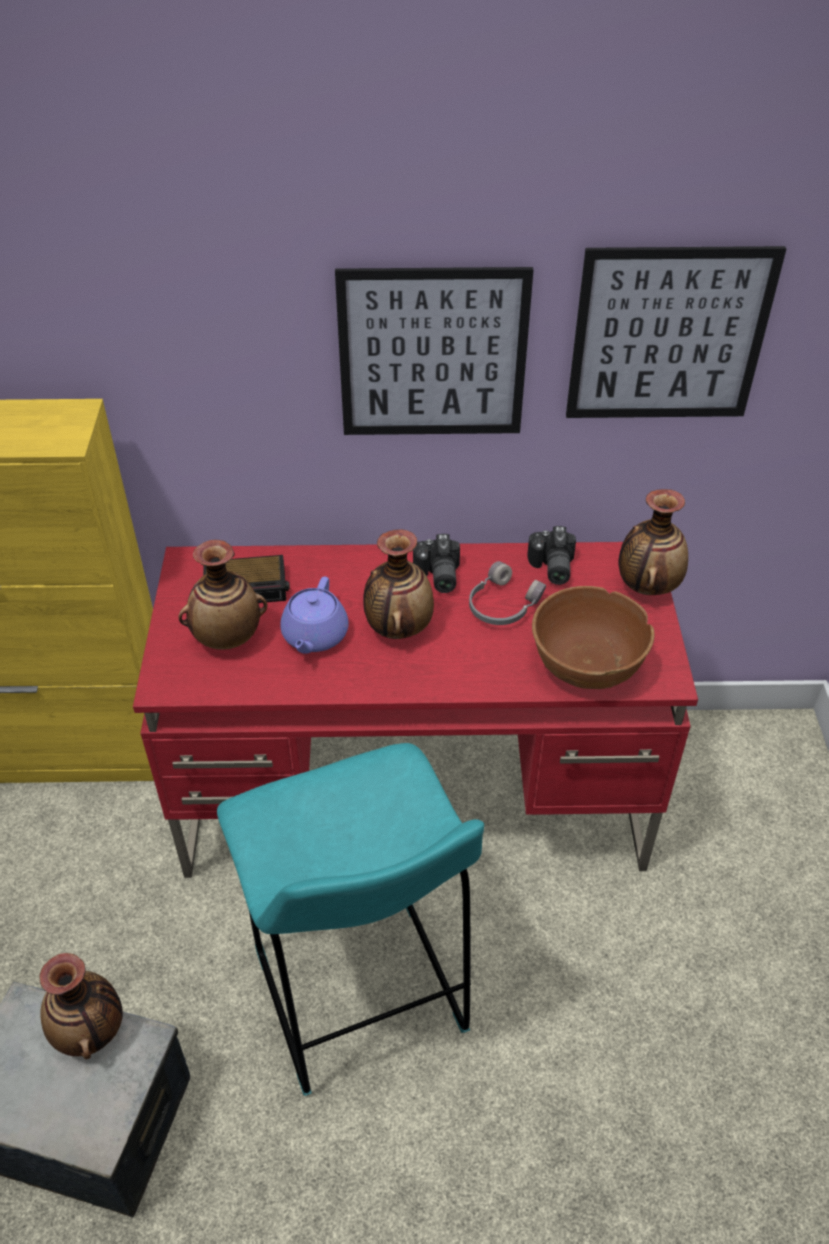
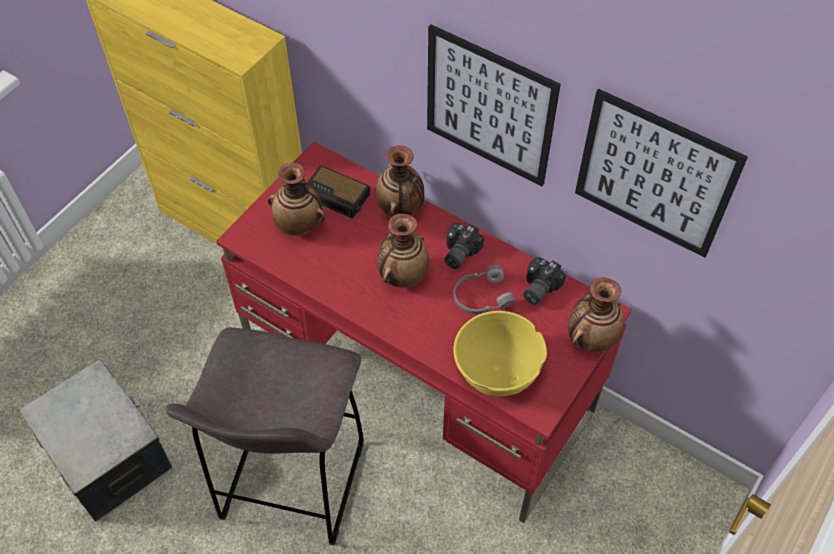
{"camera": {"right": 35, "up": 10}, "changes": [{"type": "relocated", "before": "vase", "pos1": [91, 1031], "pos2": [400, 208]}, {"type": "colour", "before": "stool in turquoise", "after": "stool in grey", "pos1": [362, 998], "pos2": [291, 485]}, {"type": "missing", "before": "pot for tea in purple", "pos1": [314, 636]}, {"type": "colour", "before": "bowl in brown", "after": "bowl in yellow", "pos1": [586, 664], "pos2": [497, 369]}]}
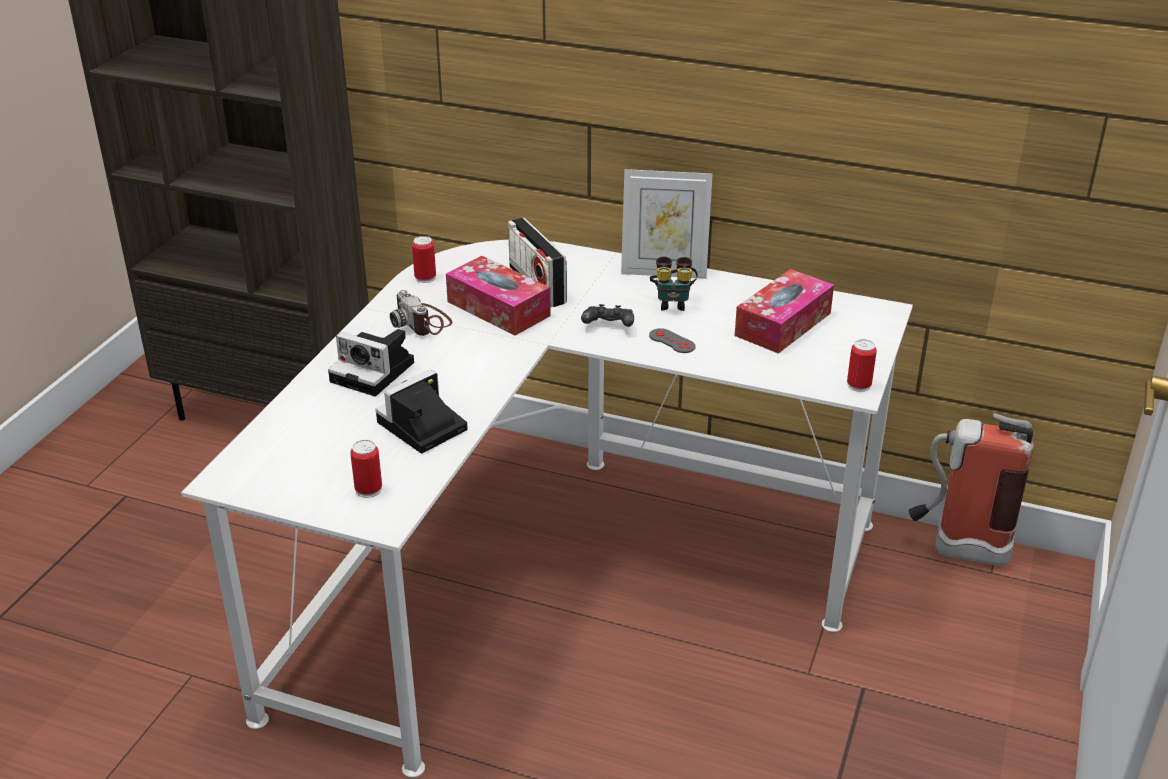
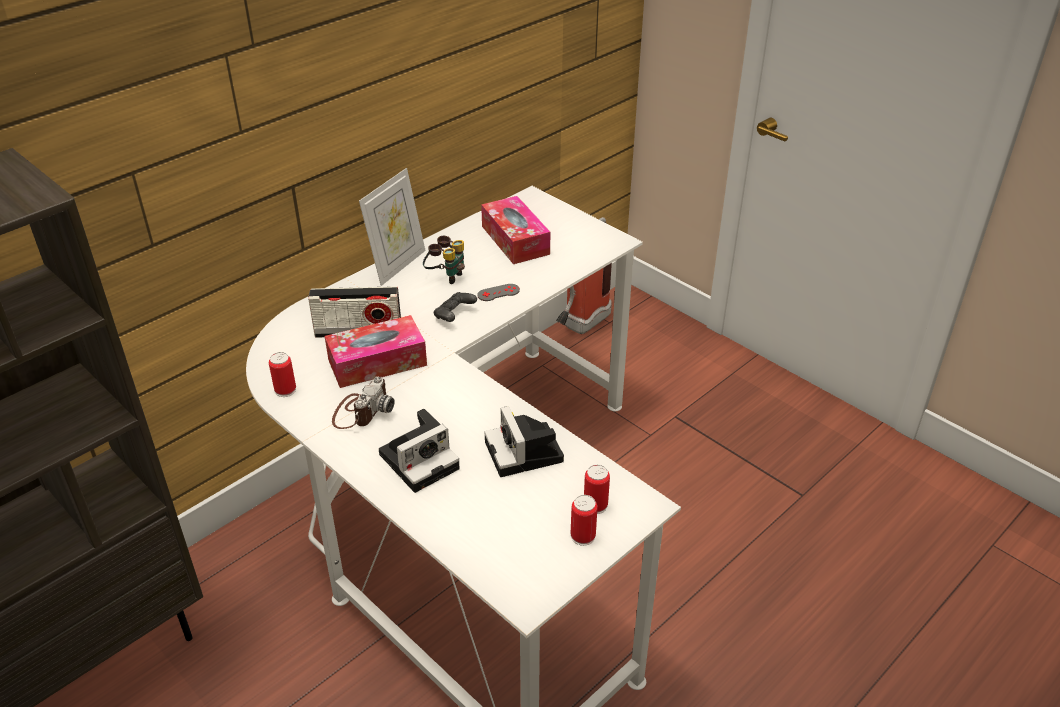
{"camera": {"right": -65, "up": 5}, "changes": [{"type": "spun", "before": "photo camera", "pos1": [423, 322], "pos2": [361, 411], "turn": -60}, {"type": "relocated", "before": "sealed can", "pos1": [859, 385], "pos2": [583, 536]}]}
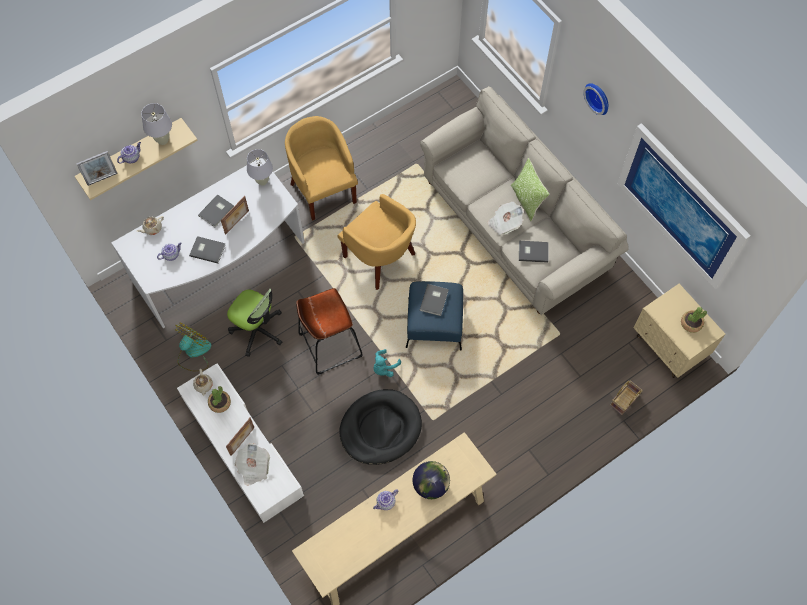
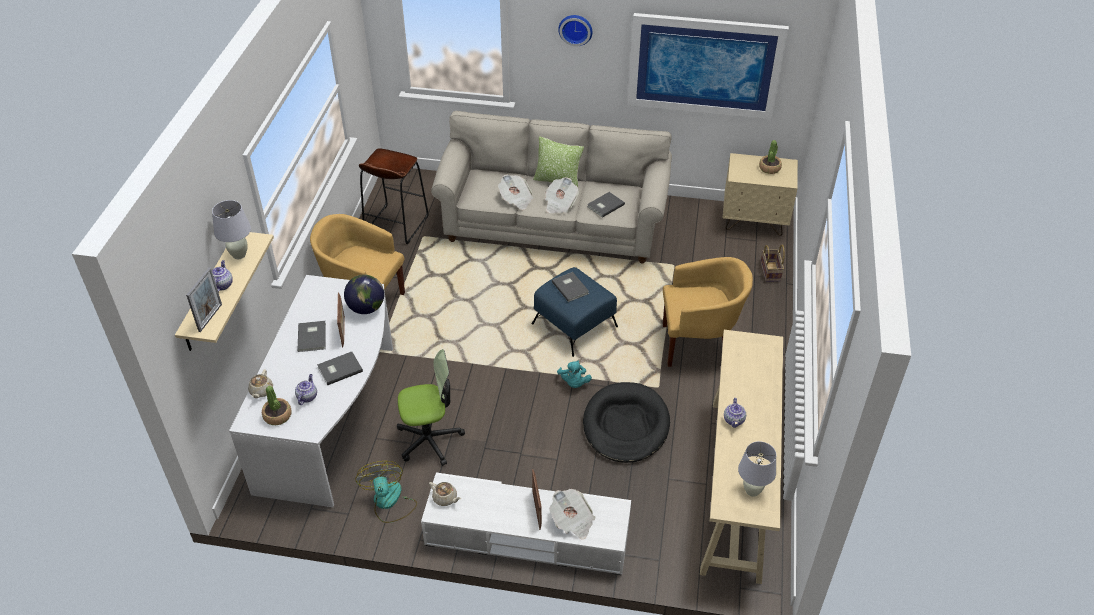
{"camera": {"right": -45, "up": -20}, "changes": [{"type": "relocated", "before": "houseplant", "pos1": [220, 403], "pos2": [277, 415]}, {"type": "relocated", "before": "tabletop lamp in white", "pos1": [262, 181], "pos2": [752, 491]}, {"type": "relocated", "before": "stool in brown", "pos1": [330, 345], "pos2": [396, 224]}, {"type": "relocated", "before": "lounge chair in yellow", "pos1": [380, 259], "pos2": [698, 345]}, {"type": "relocated", "before": "world globe", "pos1": [431, 485], "pos2": [366, 308]}, {"type": "appeared", "after": "newspaper", "pos2": [516, 199]}]}
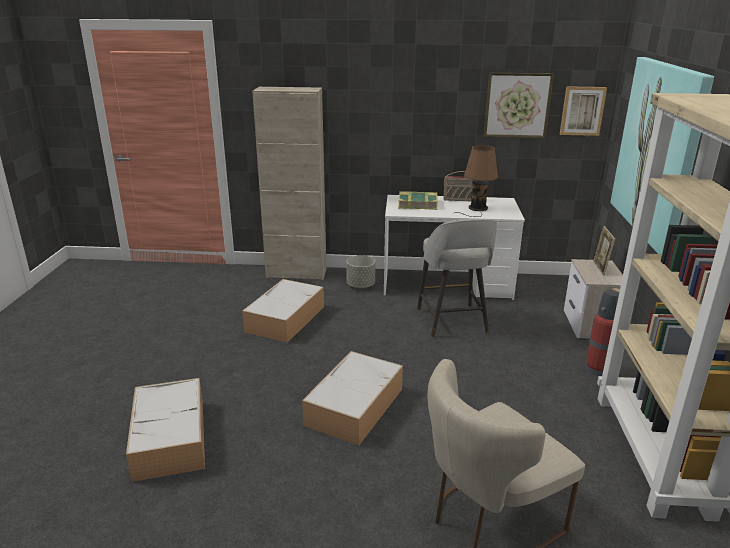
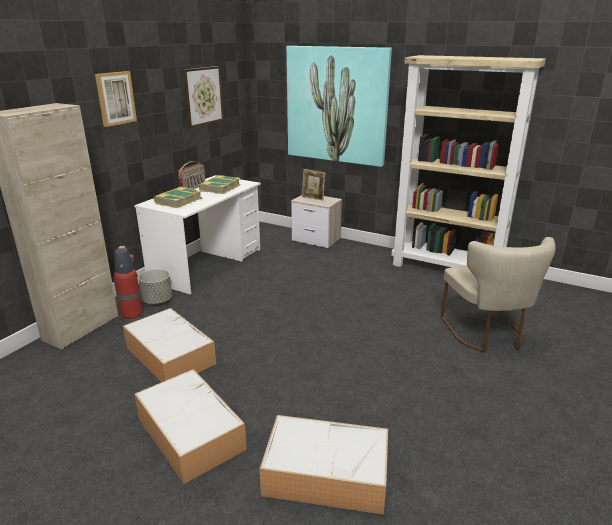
{"camera": {"right": -65, "up": 0}, "changes": [{"type": "relocated", "before": "storage bin", "pos1": [355, 405], "pos2": [189, 432]}, {"type": "missing", "before": "stool in grey", "pos1": [452, 322]}, {"type": "exchanged", "before": "tabletop lamp in brown", "after": "volume", "pos1": [477, 209], "pos2": [220, 188]}, {"type": "relocated", "before": "wall art", "pos1": [582, 111], "pos2": [115, 98]}, {"type": "relocated", "before": "fire extinguisher", "pos1": [598, 368], "pos2": [133, 317]}]}
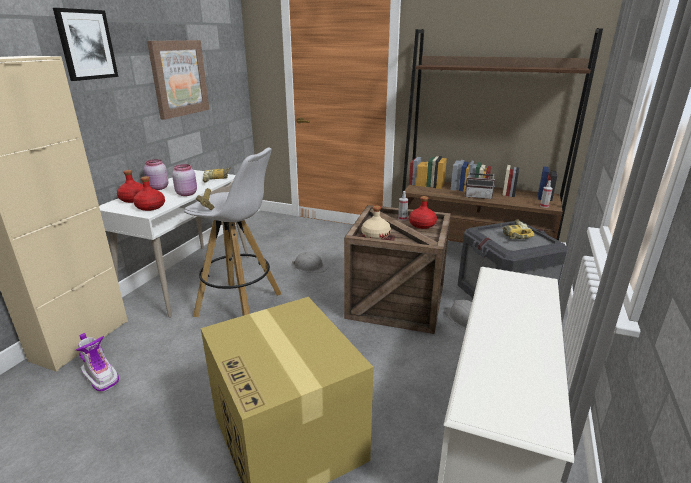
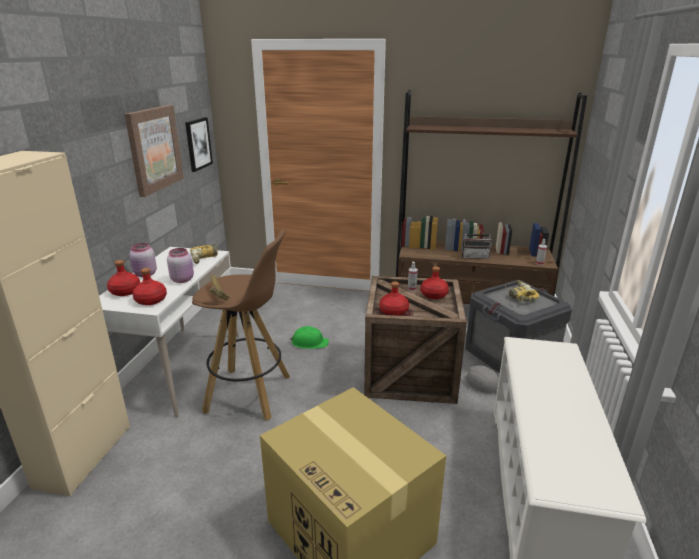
{"camera": {"right": -10, "up": 0}, "changes": [{"type": "relocated", "before": "wall art", "pos1": [86, 45], "pos2": [198, 144]}, {"type": "missing", "before": "tall boot", "pos1": [101, 377]}, {"type": "colour", "before": "stool in white", "after": "stool in brown", "pos1": [241, 305], "pos2": [250, 394]}, {"type": "colour", "before": "hard hat in grey", "after": "hard hat in greenish", "pos1": [310, 267], "pos2": [309, 342]}, {"type": "colour", "before": "bottle in beige", "after": "bottle in red", "pos1": [375, 236], "pos2": [393, 311]}]}
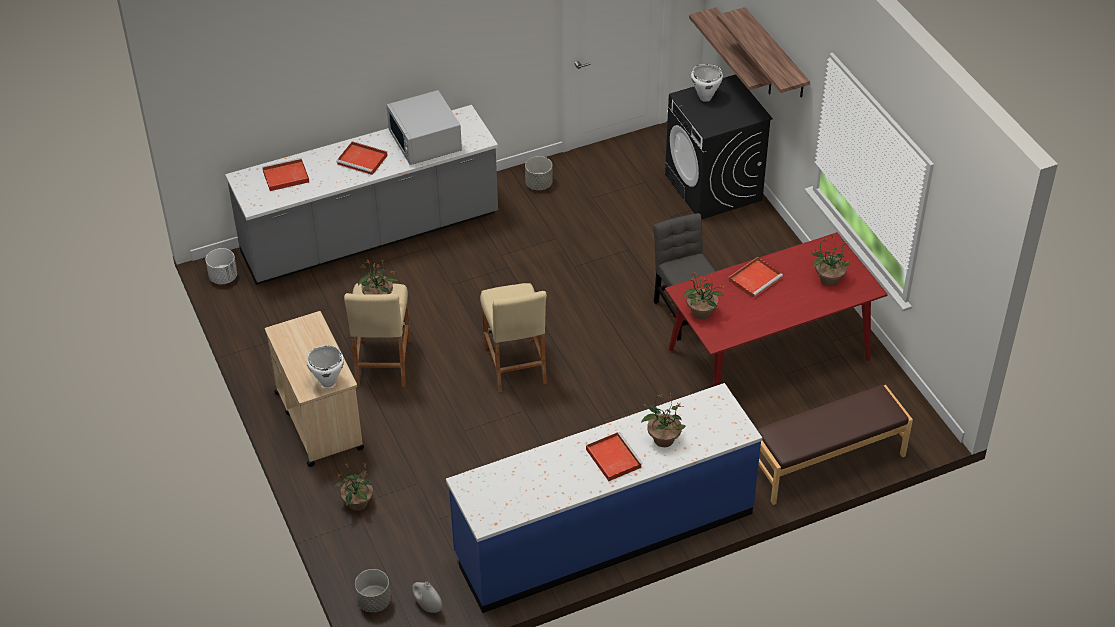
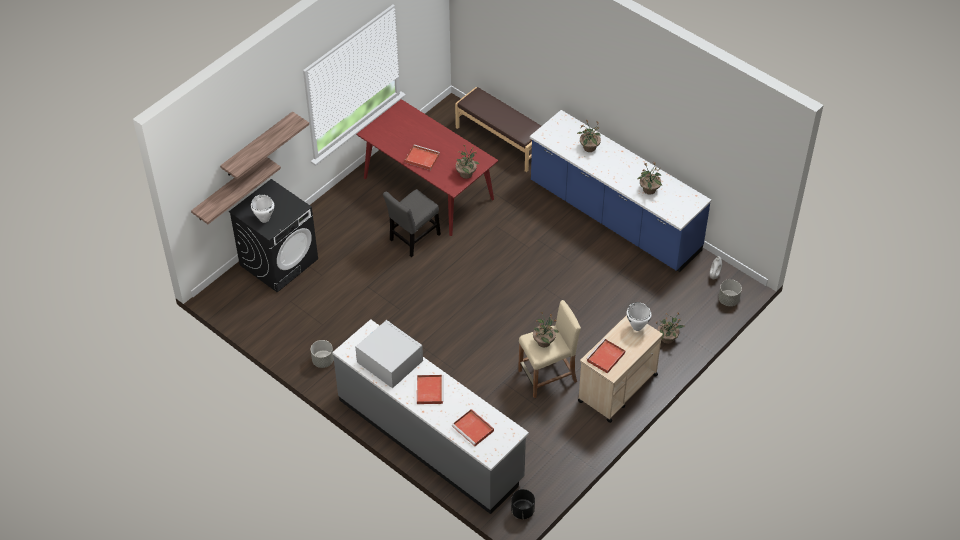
{"camera": {"right": -115, "up": 5}, "changes": [{"type": "colour", "before": "planter in white", "after": "planter in blackish", "pos1": [223, 277], "pos2": [522, 511]}, {"type": "spun", "before": "microwave in white", "pos1": [425, 141], "pos2": [389, 362], "turn": -90}, {"type": "missing", "before": "stool in beige", "pos1": [515, 364]}, {"type": "relocated", "before": "carrying tray in red", "pos1": [612, 457], "pos2": [605, 357]}, {"type": "relocated", "before": "houseplant", "pos1": [828, 279], "pos2": [649, 190]}]}
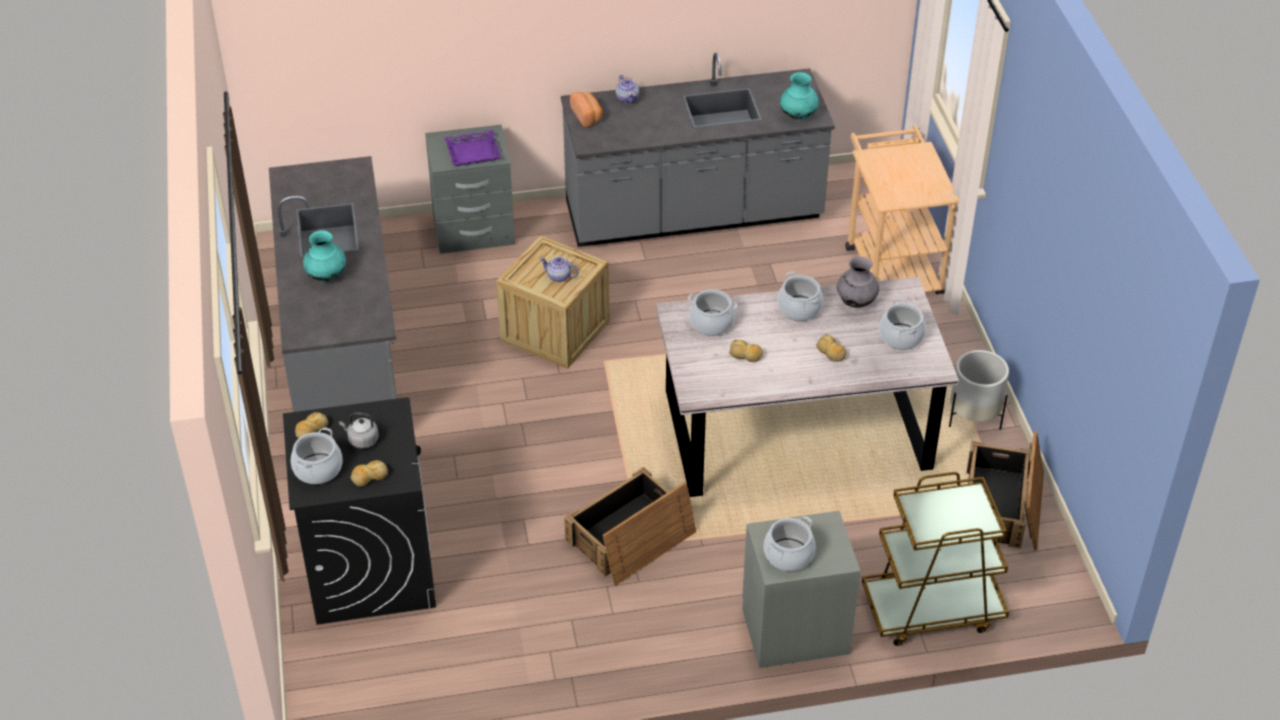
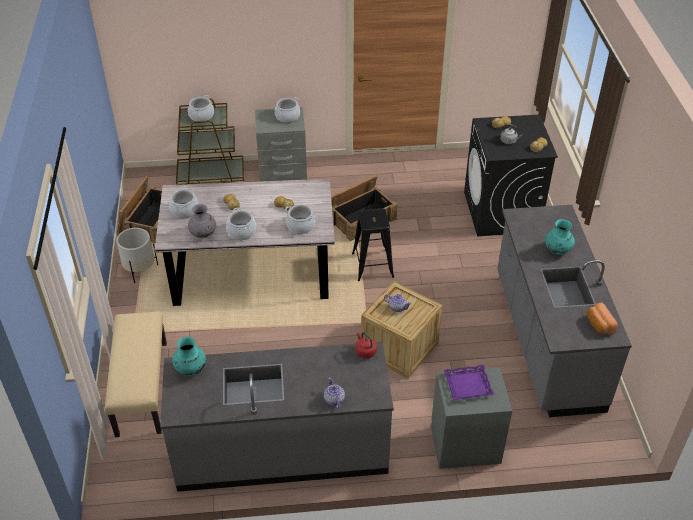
{"camera": {"right": -175, "up": 0}, "changes": [{"type": "relocated", "before": "cooking pot", "pos1": [318, 469], "pos2": [201, 116]}, {"type": "relocated", "before": "baked bread", "pos1": [587, 116], "pos2": [598, 325]}, {"type": "exchanged", "before": "cart in beige", "after": "indoor bench in beige", "pos1": [890, 264], "pos2": [141, 388]}, {"type": "appeared", "after": "stool in blackish", "pos2": [372, 265]}, {"type": "appeared", "after": "tea kettle in red", "pos2": [365, 351]}]}
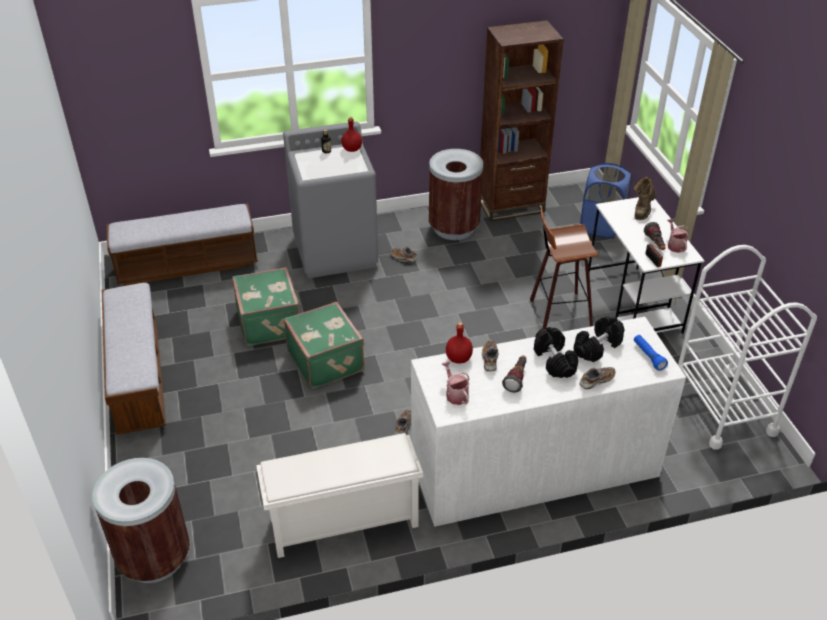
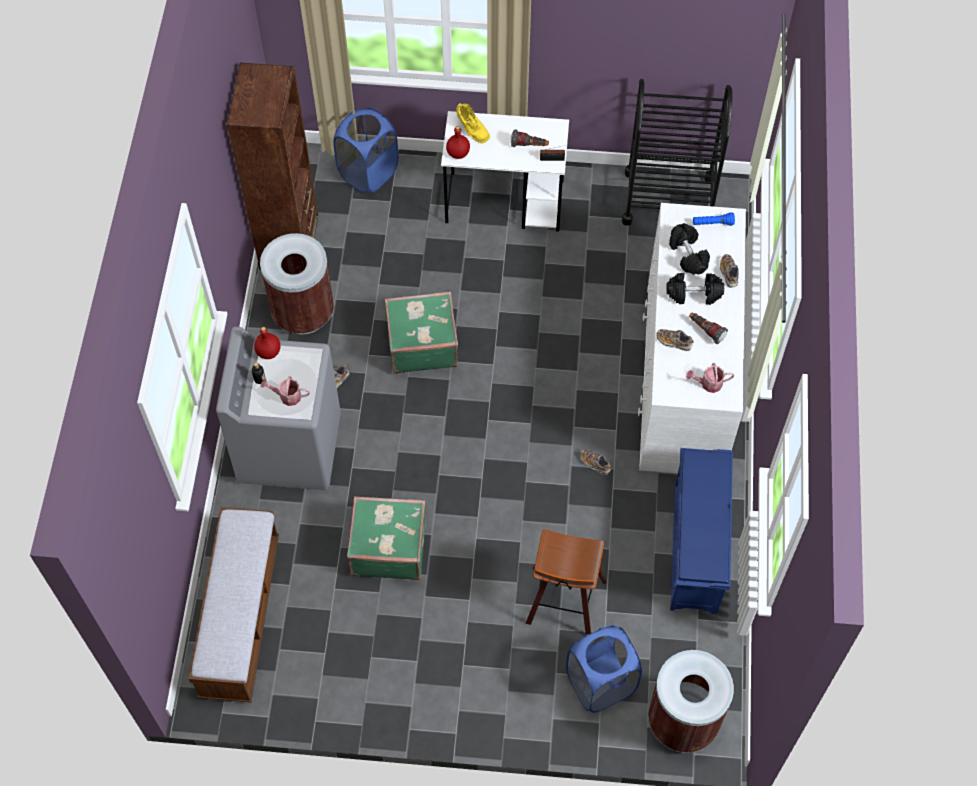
{"camera": {"right": -70, "up": 20}, "changes": [{"type": "missing", "before": "indoor bench", "pos1": [138, 377]}, {"type": "colour", "before": "shoe rack in white", "after": "shoe rack in bluish", "pos1": [342, 524], "pos2": [696, 550]}, {"type": "relocated", "before": "suitcase in greenish", "pos1": [326, 360], "pos2": [421, 344]}, {"type": "relocated", "before": "bottle in red", "pos1": [458, 359], "pos2": [458, 153]}, {"type": "relocated", "before": "stool", "pos1": [558, 314], "pos2": [563, 604]}, {"type": "colour", "before": "tall boot in brown", "after": "tall boot in yellow", "pos1": [642, 211], "pos2": [471, 131]}, {"type": "relocated", "before": "watering pot", "pos1": [675, 245], "pos2": [287, 396]}, {"type": "colour", "before": "cart in white", "after": "cart in blackish", "pos1": [722, 408], "pos2": [668, 200]}, {"type": "appeared", "after": "hamper in bluish", "pos2": [600, 684]}]}
